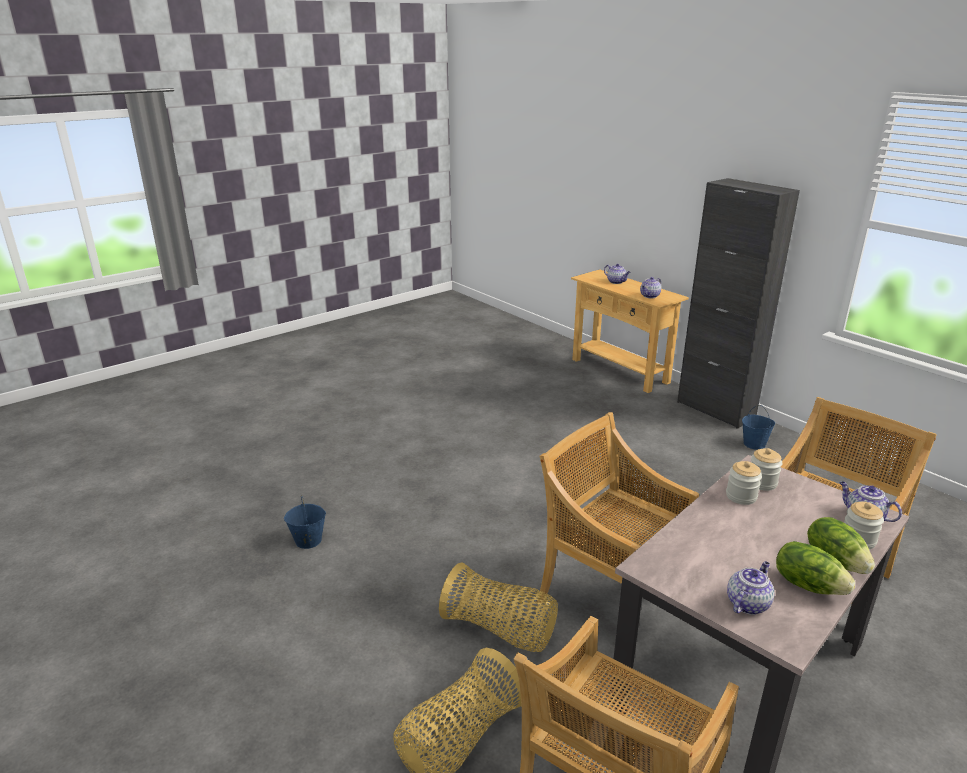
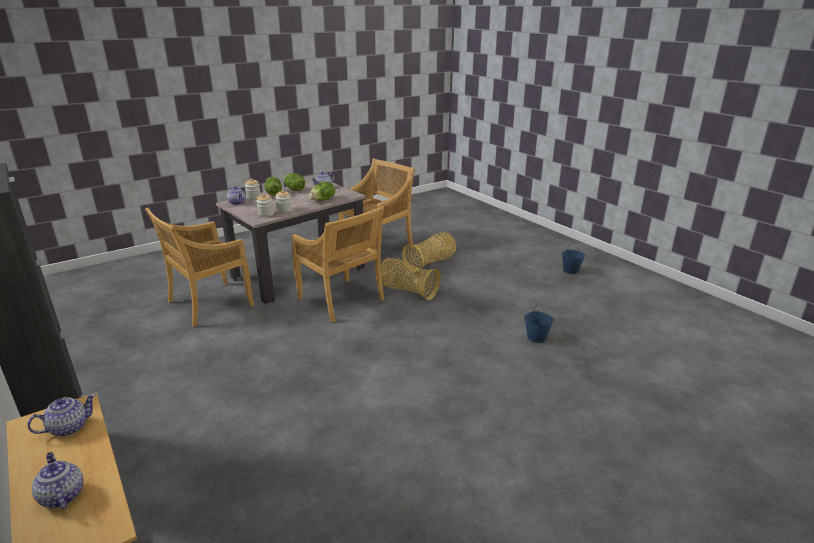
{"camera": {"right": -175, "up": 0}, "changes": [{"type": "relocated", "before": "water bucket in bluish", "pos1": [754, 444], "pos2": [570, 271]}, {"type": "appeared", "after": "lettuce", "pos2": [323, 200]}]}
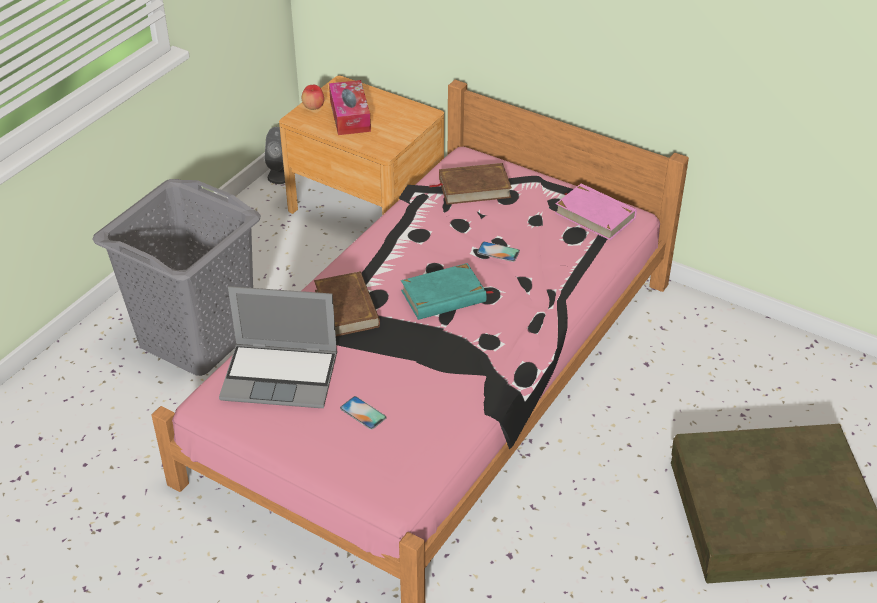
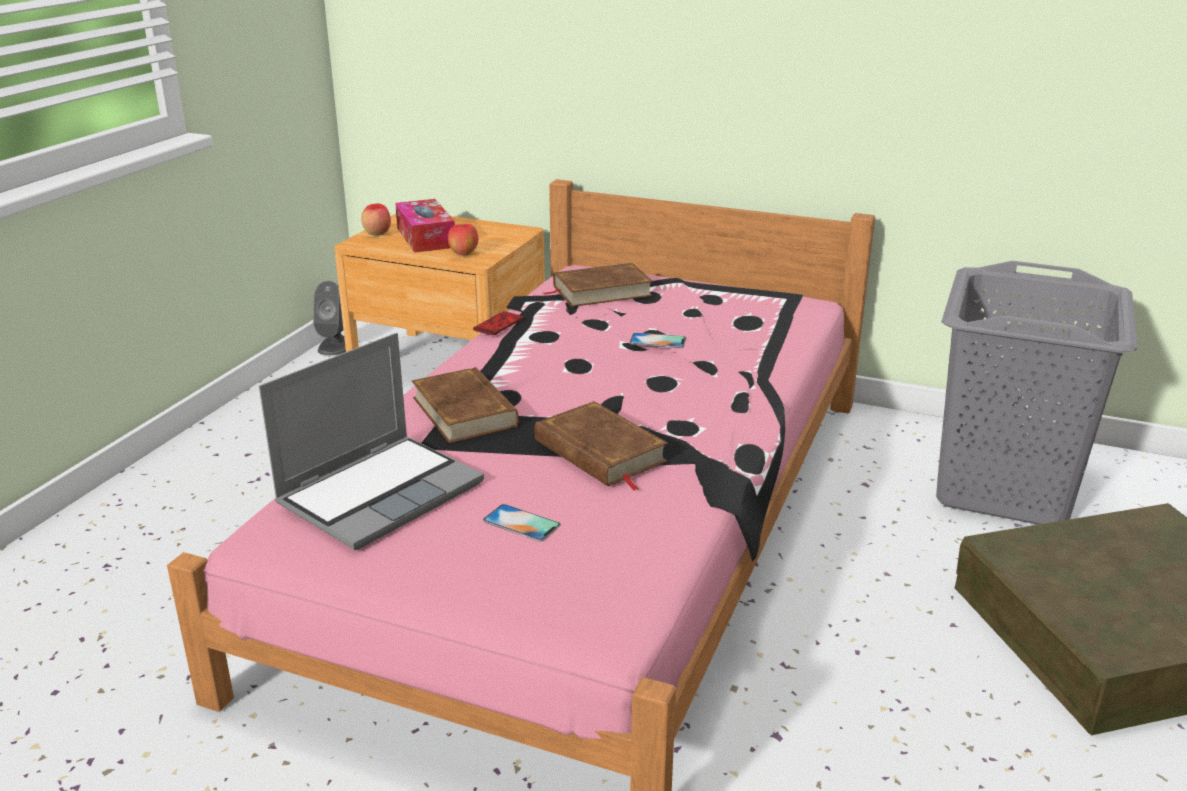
{"camera": {"right": -10, "up": -15}, "changes": [{"type": "relocated", "before": "hamper in grey", "pos1": [198, 338], "pos2": [1005, 489]}, {"type": "spun", "before": "notebook computer", "pos1": [281, 376], "pos2": [381, 492], "turn": -45}, {"type": "missing", "before": "volume in turquoise", "pos1": [444, 296]}, {"type": "missing", "before": "volume in pink-coloured", "pos1": [595, 215]}, {"type": "appeared", "after": "apple fruit", "pos2": [464, 254]}, {"type": "appeared", "after": "handset", "pos2": [498, 324]}, {"type": "appeared", "after": "volume in brown", "pos2": [599, 452]}]}
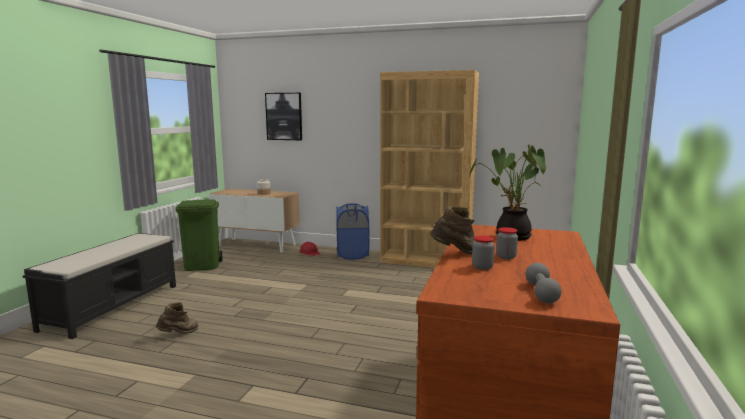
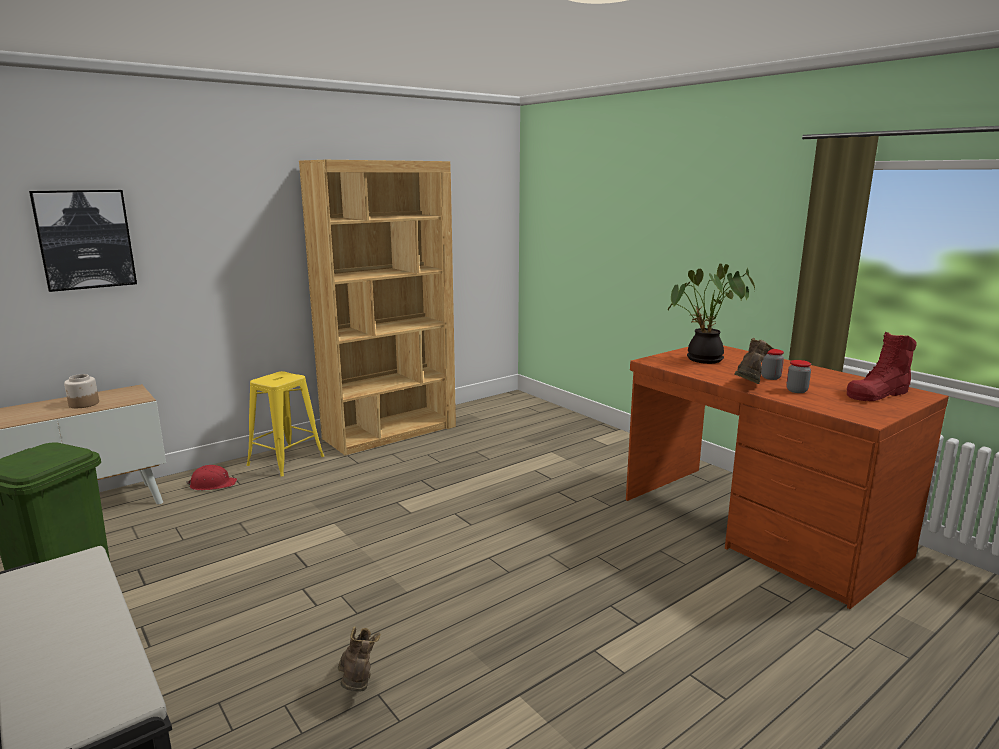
{"camera": {"right": -55, "up": 5}, "changes": [{"type": "exchanged", "before": "hamper in bluish", "after": "stool in yellow", "pos1": [352, 255], "pos2": [285, 461]}, {"type": "exchanged", "before": "dumbbell in grey", "after": "tall boot in red", "pos1": [541, 293], "pos2": [878, 394]}]}
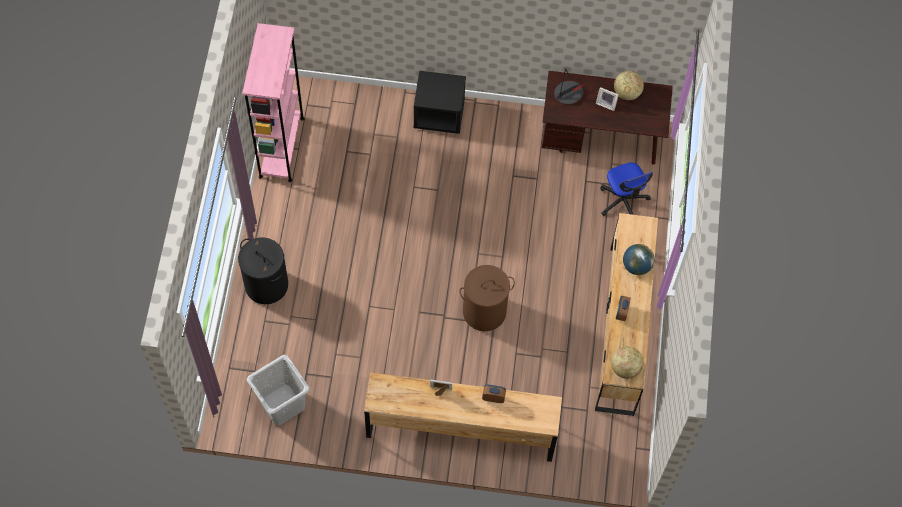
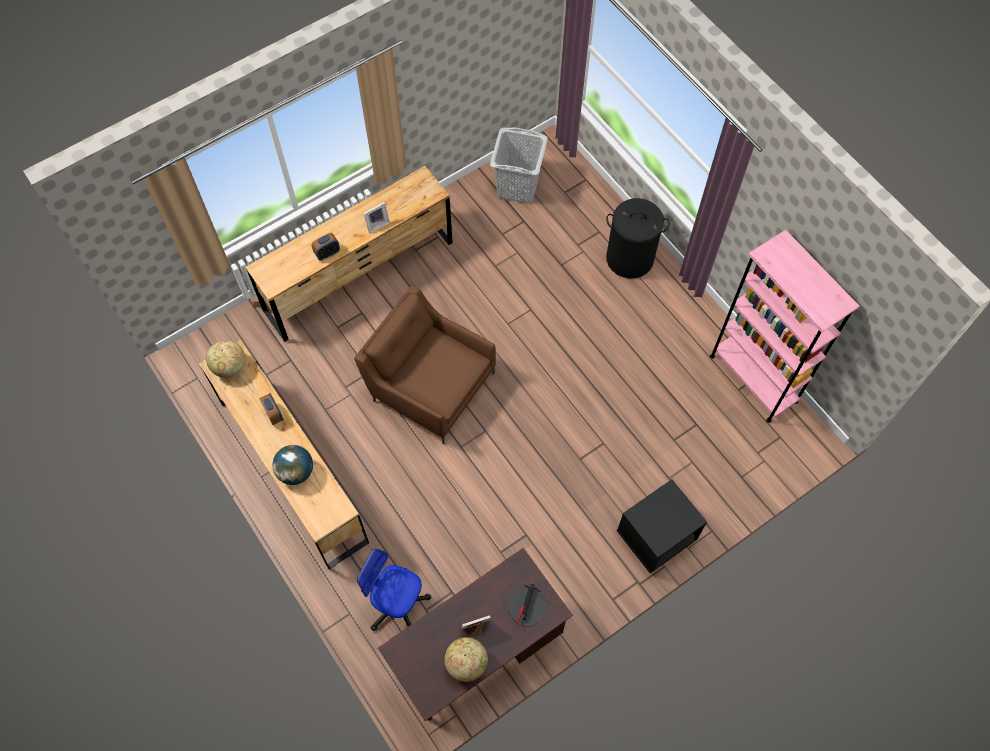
{"camera": {"right": 140, "up": 0}, "changes": [{"type": "exchanged", "before": "hamper in brown", "after": "lounge chair in brown", "pos1": [484, 312], "pos2": [430, 384]}]}
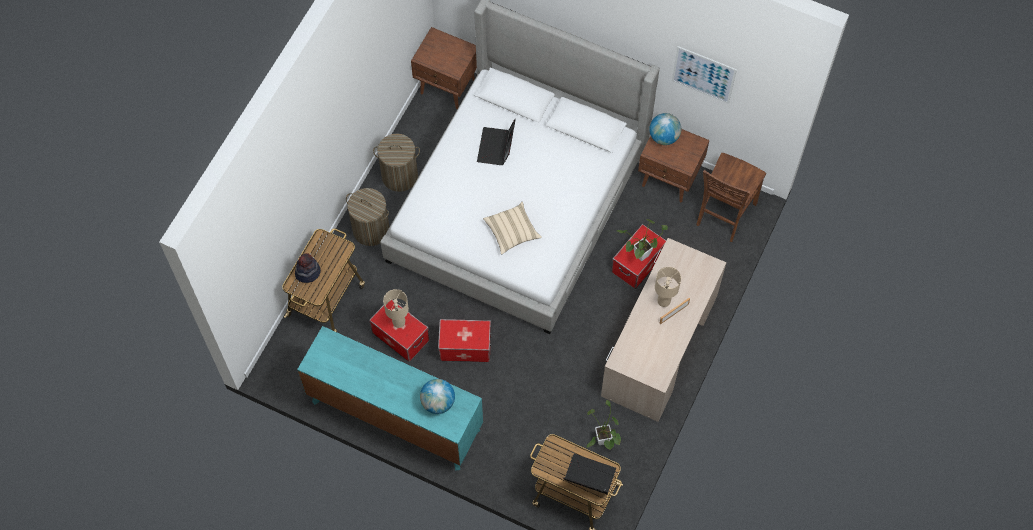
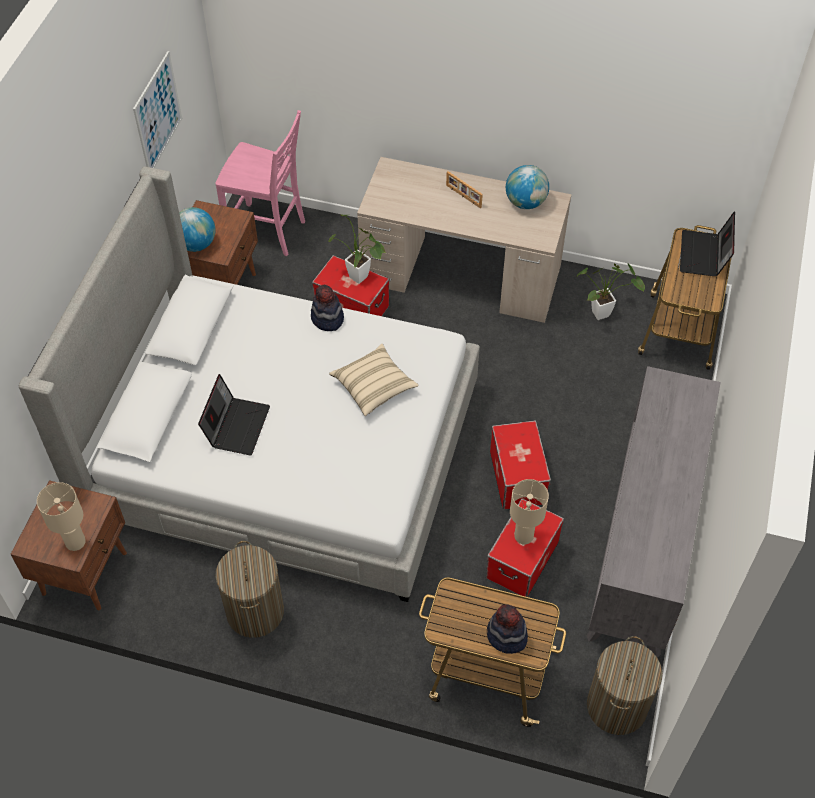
{"camera": {"right": -100, "up": -10}, "changes": [{"type": "colour", "before": "dresser in turquoise", "after": "dresser in grey", "pos1": [395, 415], "pos2": [643, 544]}, {"type": "relocated", "before": "hamper", "pos1": [371, 229], "pos2": [616, 706]}, {"type": "relocated", "before": "world globe", "pos1": [438, 402], "pos2": [525, 202]}, {"type": "spun", "before": "notebook computer", "pos1": [496, 148], "pos2": [236, 425], "turn": -75}, {"type": "relocated", "before": "tabletop lamp in beige", "pos1": [664, 300], "pos2": [75, 542]}, {"type": "colour", "before": "chair in brown", "after": "chair in pink-coloured", "pos1": [724, 214], "pos2": [268, 231]}, {"type": "appeared", "after": "wearable hat", "pos2": [327, 319]}]}
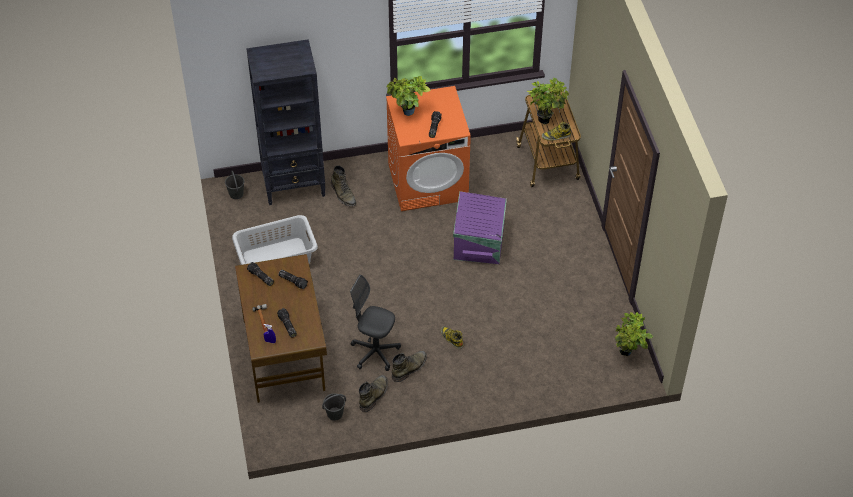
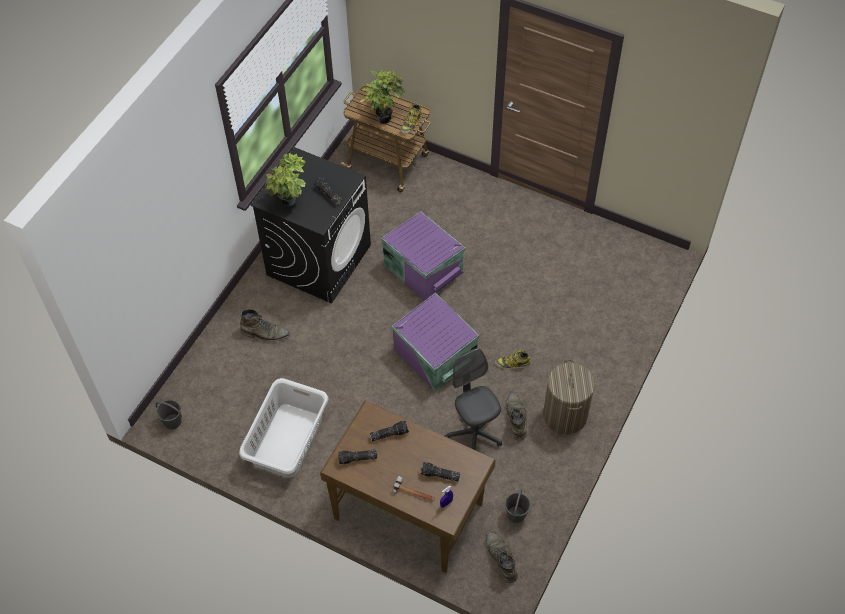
{"camera": {"right": -50, "up": 5}, "changes": [{"type": "missing", "before": "bookshelf in blackish", "pos1": [294, 184]}, {"type": "spun", "before": "computer chair in grey", "pos1": [375, 352], "pos2": [474, 433], "turn": 90}, {"type": "relocated", "before": "tall boot in greenish", "pos1": [374, 395], "pos2": [501, 558]}, {"type": "colour", "before": "washing machine in orange-coloured", "after": "washing machine in blackish", "pos1": [428, 181], "pos2": [319, 259]}, {"type": "missing", "before": "houseplant", "pos1": [628, 353]}, {"type": "appeared", "after": "storage bin in purple", "pos2": [434, 356]}, {"type": "appeared", "after": "hamper", "pos2": [565, 415]}]}
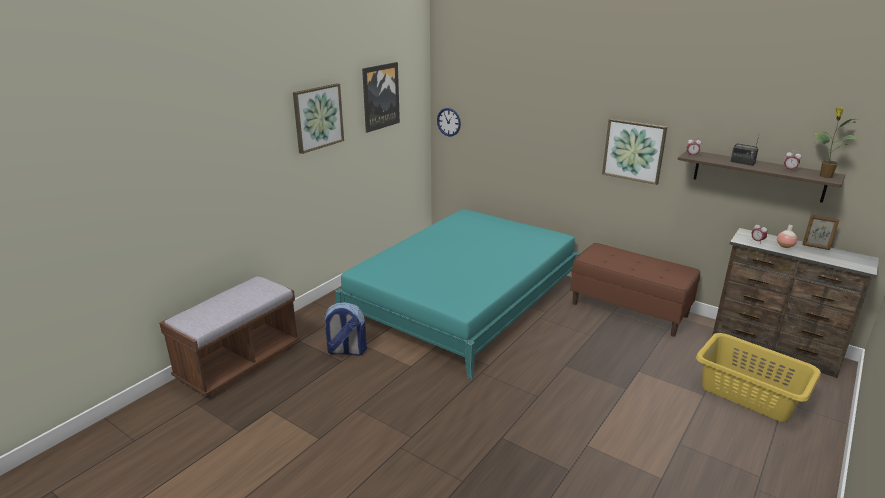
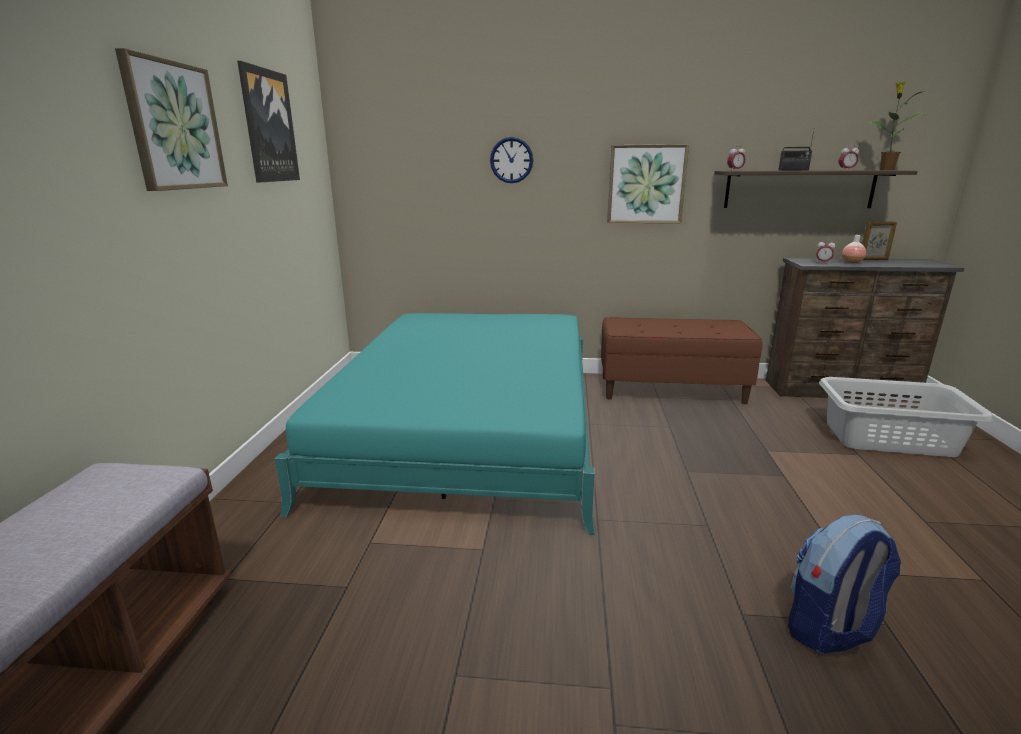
{"camera": {"right": -30, "up": -5}, "changes": [{"type": "relocated", "before": "knapsack", "pos1": [346, 351], "pos2": [830, 629]}, {"type": "relocated", "before": "clock on the wall", "pos1": [449, 122], "pos2": [511, 160]}, {"type": "colour", "before": "hamper in yellow", "after": "hamper in grey", "pos1": [749, 394], "pos2": [889, 439]}]}
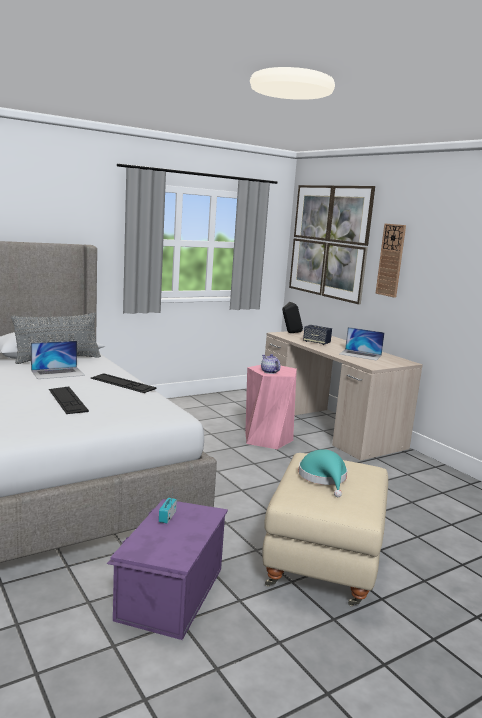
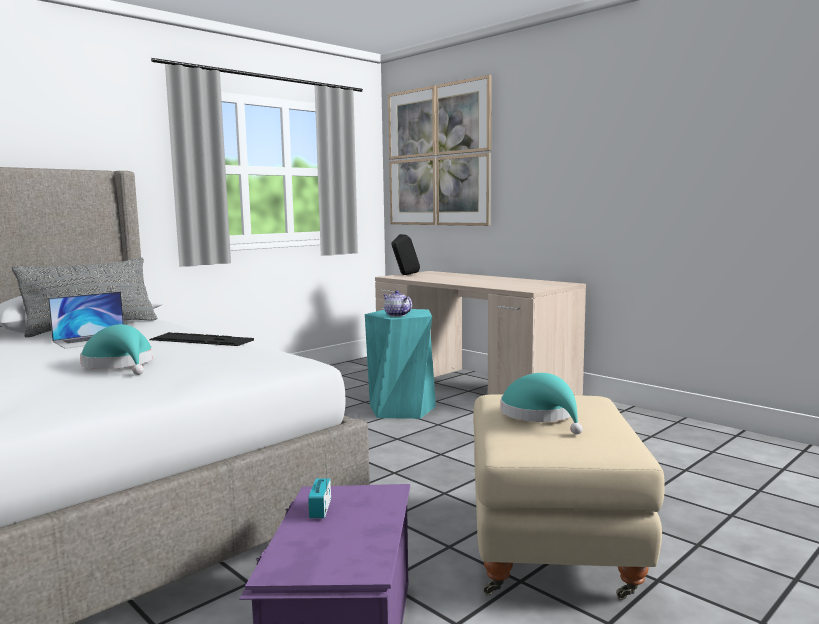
{"camera": {"right": -10, "up": -5}, "changes": [{"type": "exchanged", "before": "PC keyboard", "after": "wearable hat in turquoise", "pos1": [67, 400], "pos2": [120, 364]}, {"type": "colour", "before": "stool in pink-coloured", "after": "stool in turquoise", "pos1": [267, 439], "pos2": [401, 409]}, {"type": "missing", "before": "speaker", "pos1": [316, 342]}, {"type": "missing", "before": "notebook computer", "pos1": [360, 354]}, {"type": "missing", "before": "clock on the wall", "pos1": [391, 260]}]}
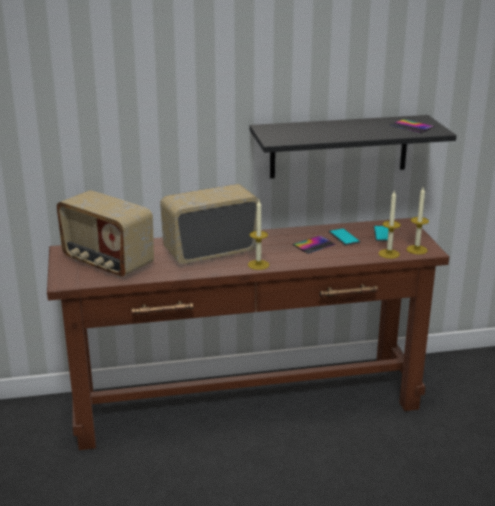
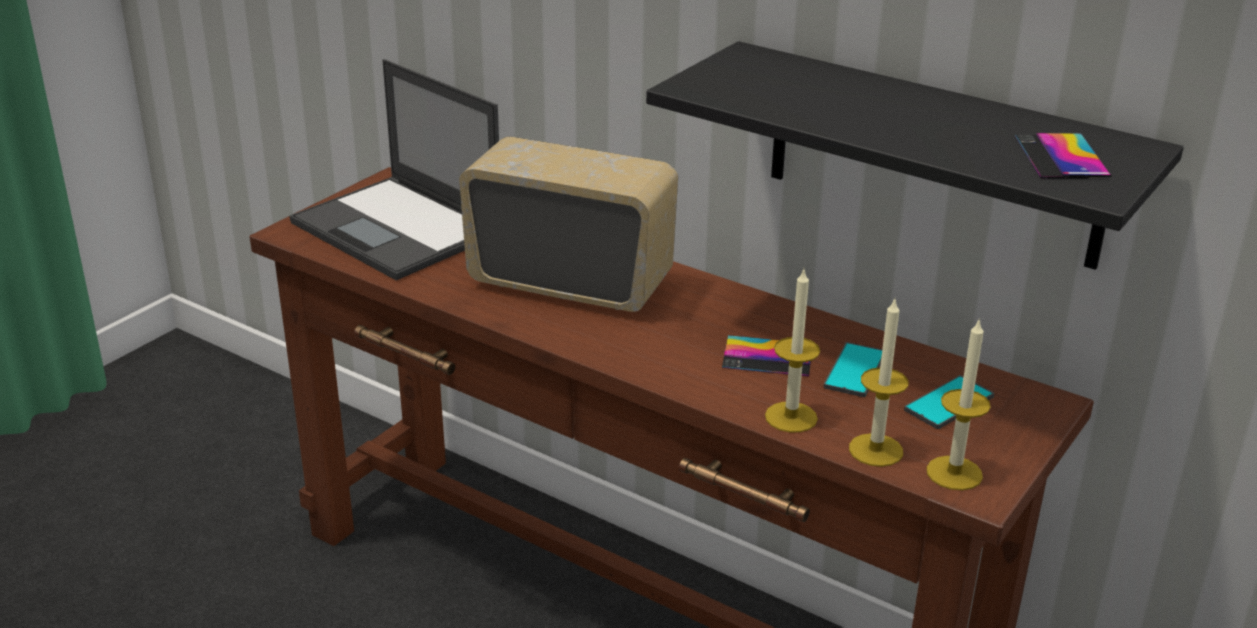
{"camera": {"right": 45, "up": 5}, "changes": [{"type": "exchanged", "before": "radio set", "after": "notebook computer", "pos1": [107, 263], "pos2": [399, 228]}, {"type": "relocated", "before": "wax candle", "pos1": [258, 265], "pos2": [791, 417]}]}
